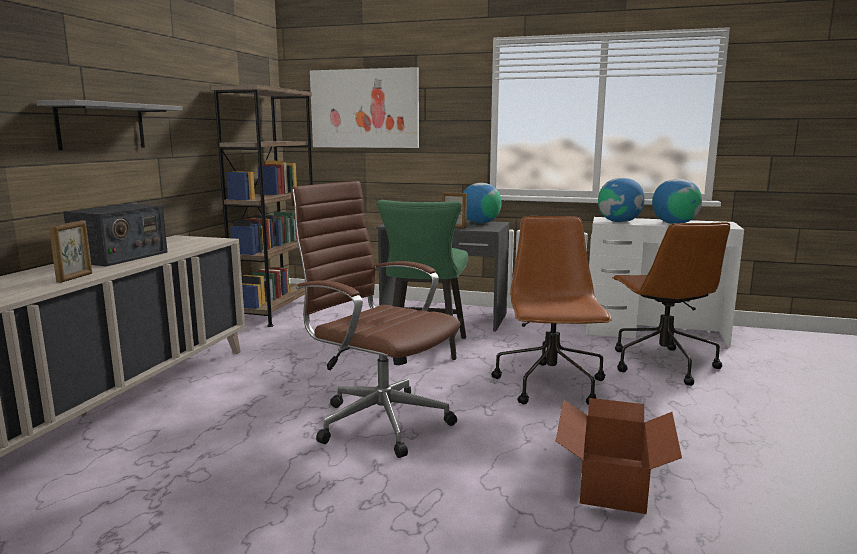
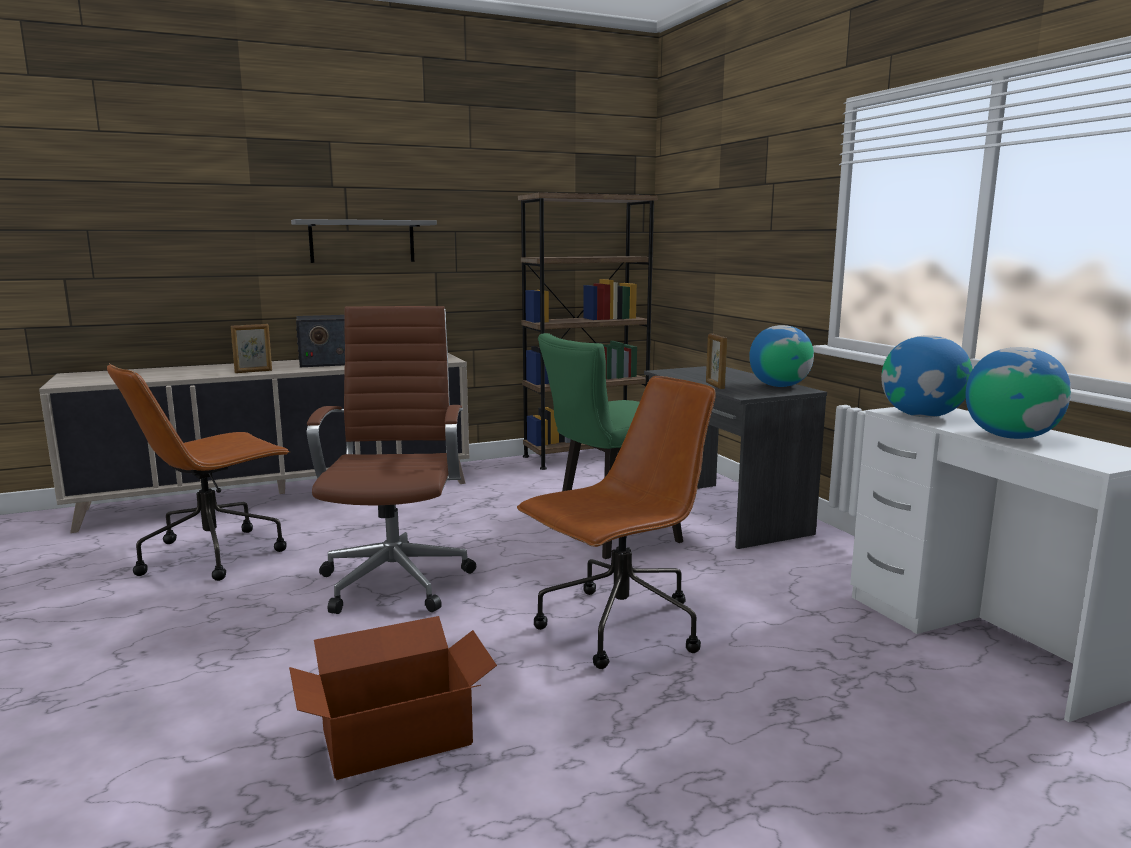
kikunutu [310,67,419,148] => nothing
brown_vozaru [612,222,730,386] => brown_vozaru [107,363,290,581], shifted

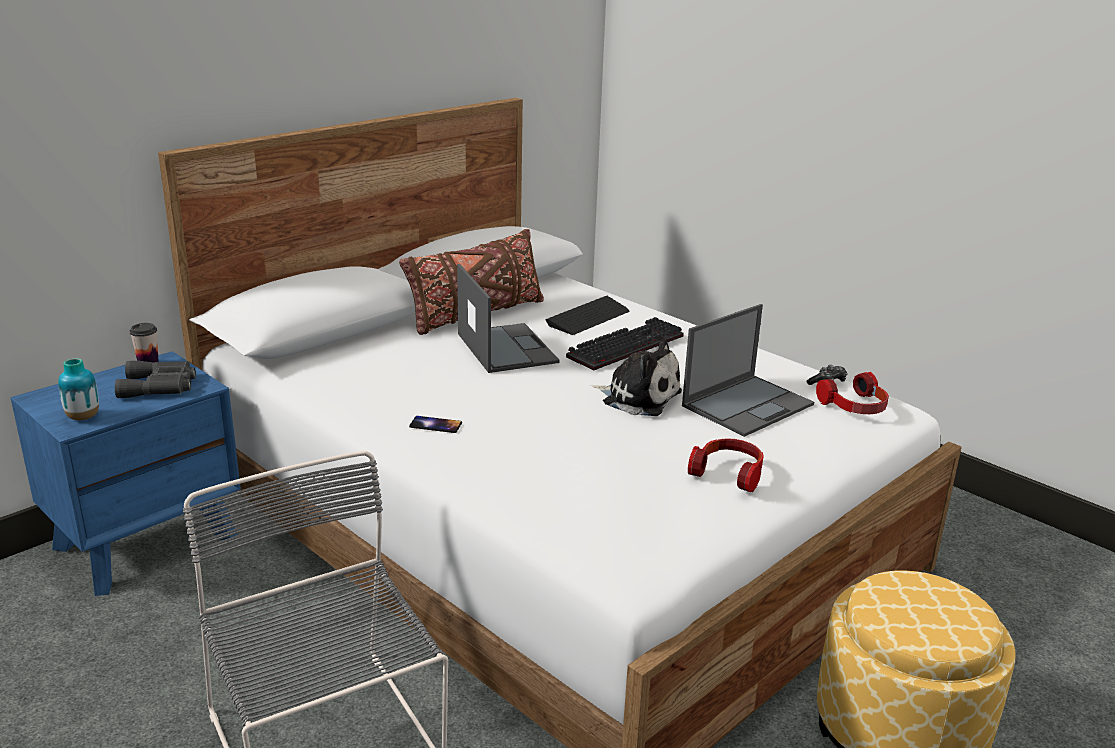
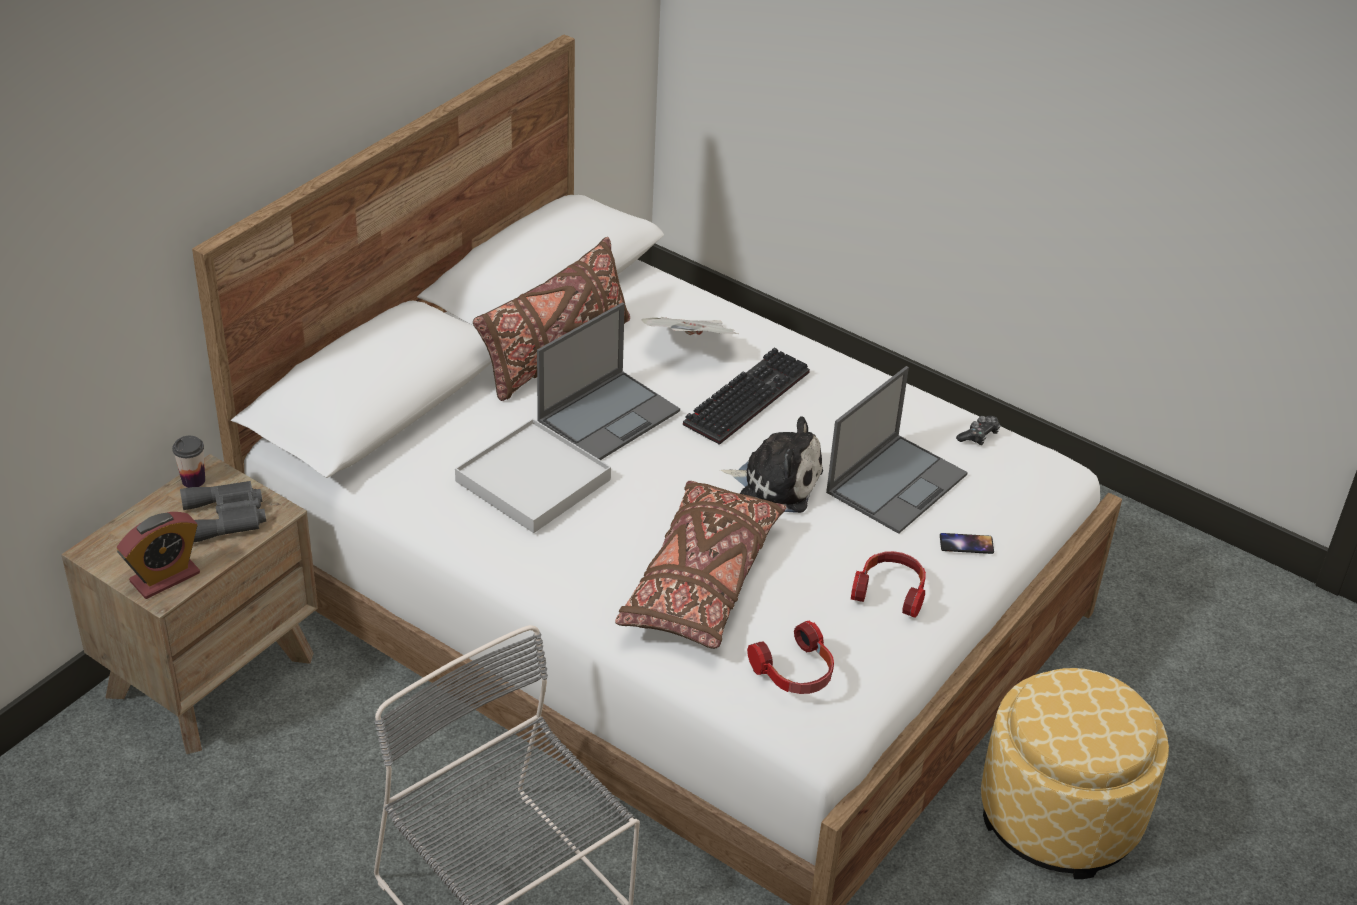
nothing => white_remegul [455,418,611,533]
nothing => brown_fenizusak [615,481,786,649]
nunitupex [409,416,462,433] => nunitupex [940,533,994,554], shifted
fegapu [816,372,889,414] => fegapu [747,621,834,694], shifted
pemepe [58,358,99,420] => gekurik [117,512,200,599]
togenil [545,296,630,335] => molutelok [642,317,738,335]
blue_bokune [11,351,241,596] => brown_bokune [61,454,318,754]
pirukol [457,264,560,373] => pirukol [537,302,680,460], 75 degrees clockwise

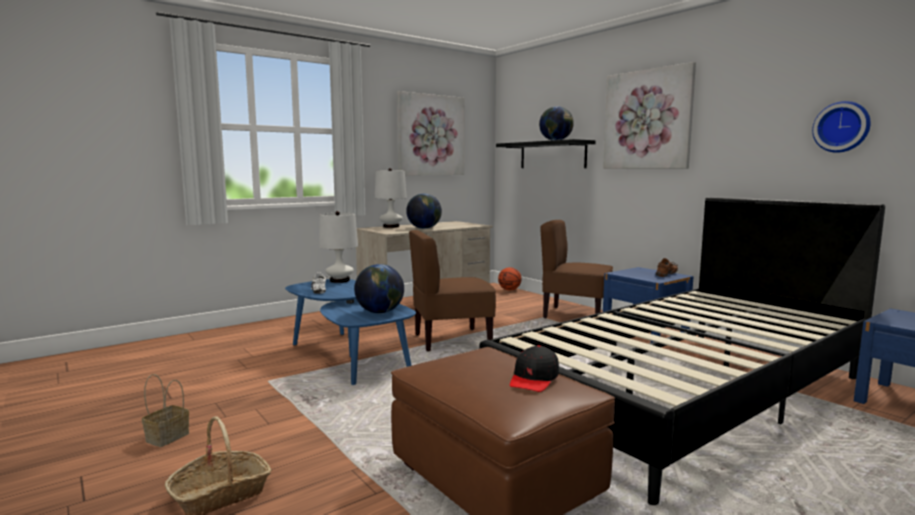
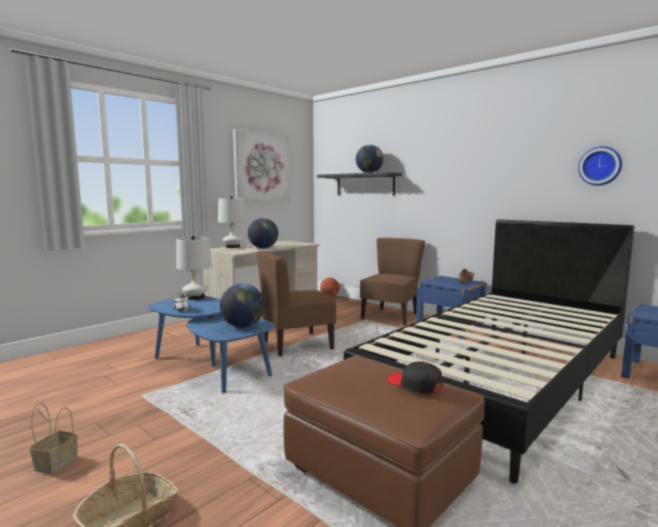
kikunutu [603,62,696,169] => nothing
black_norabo [510,345,559,392] => black_norabo [387,361,443,394], 120 degrees clockwise
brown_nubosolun [540,220,613,318] => brown_nubosolun [360,238,425,326], 105 degrees clockwise

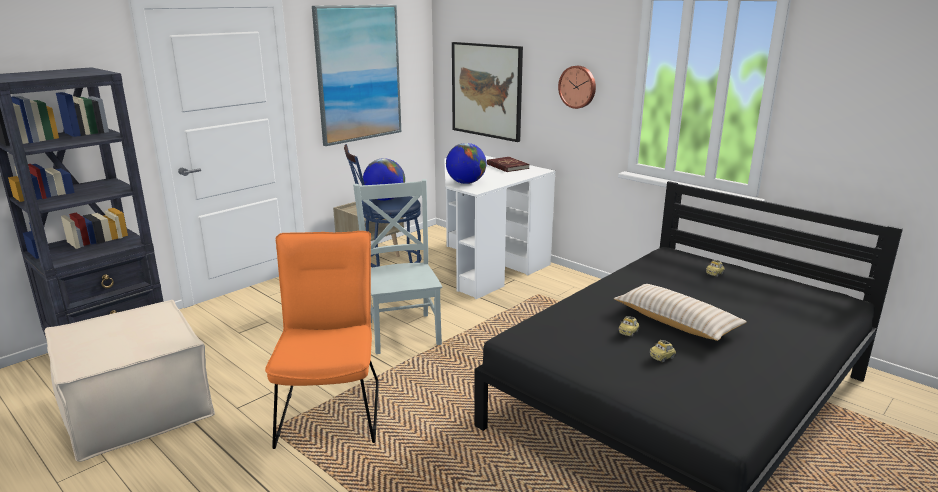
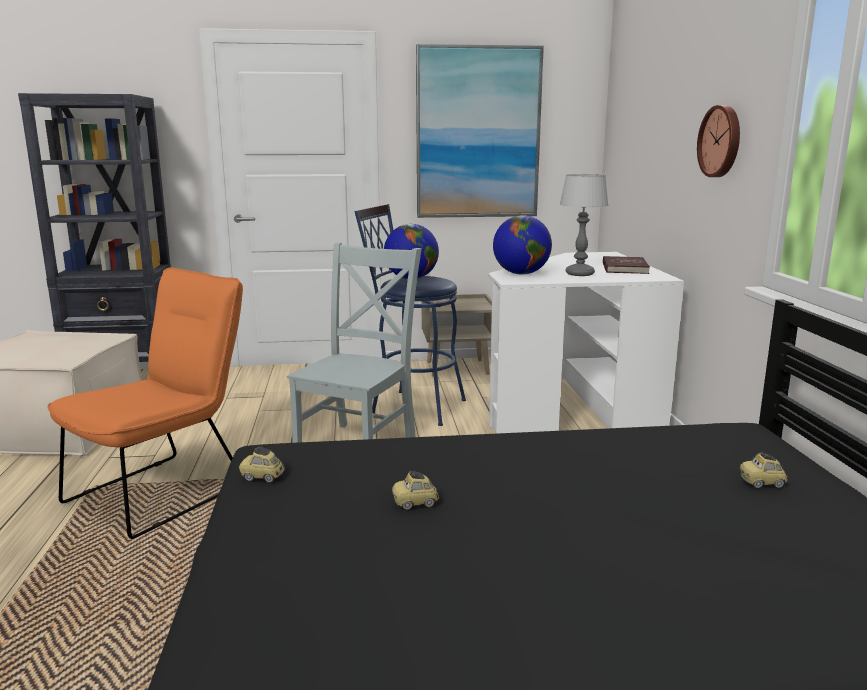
kikunutu [452,42,523,142] => nothing
beige_fenizusak [614,284,747,341] => nothing
nothing => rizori [560,174,608,276]
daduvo [650,340,676,363] => daduvo [239,447,285,483], shifted

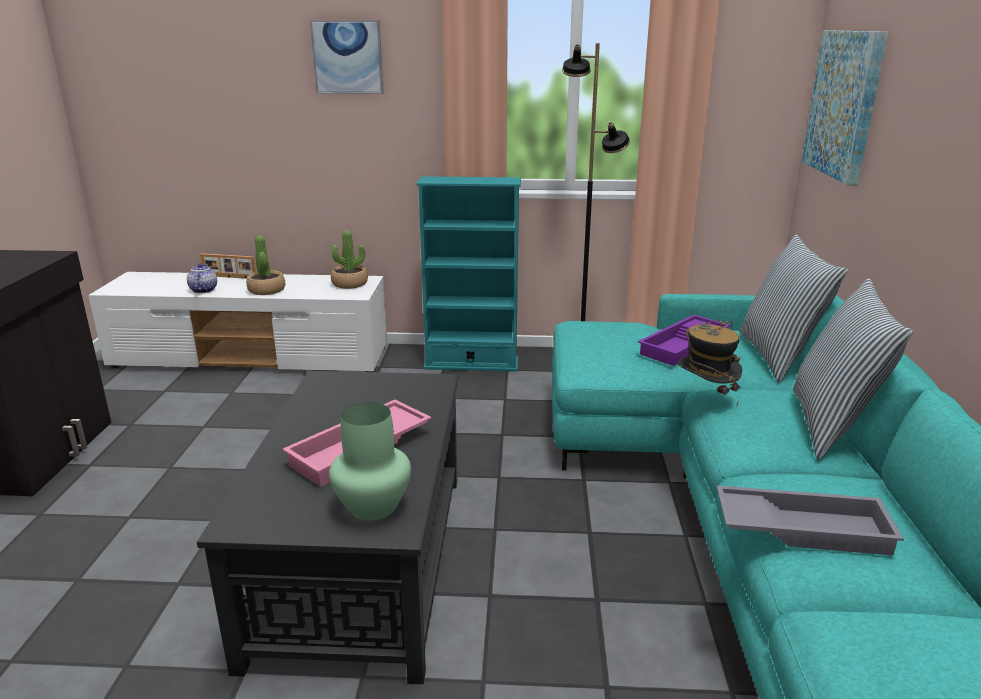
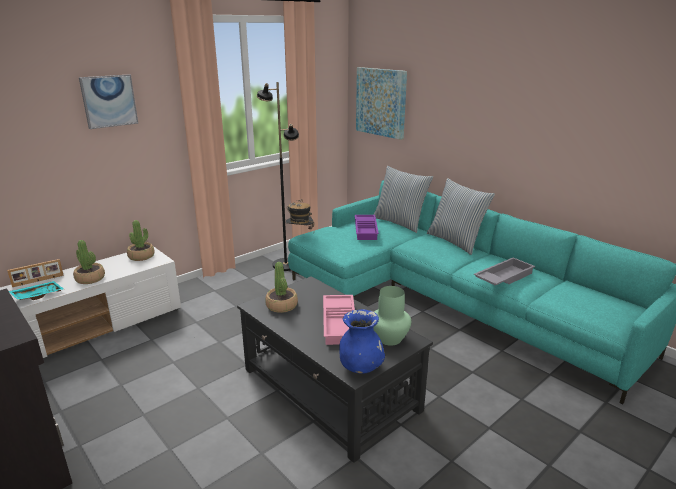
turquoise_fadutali [416,176,521,372] => nothing
nothing => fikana [265,262,298,313]
nothing => blue_pemepe [339,309,385,374]
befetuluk [677,320,742,406] => befetuluk [286,199,314,229], shifted
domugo [187,264,217,293] => turquoise_remegul [9,281,64,300]

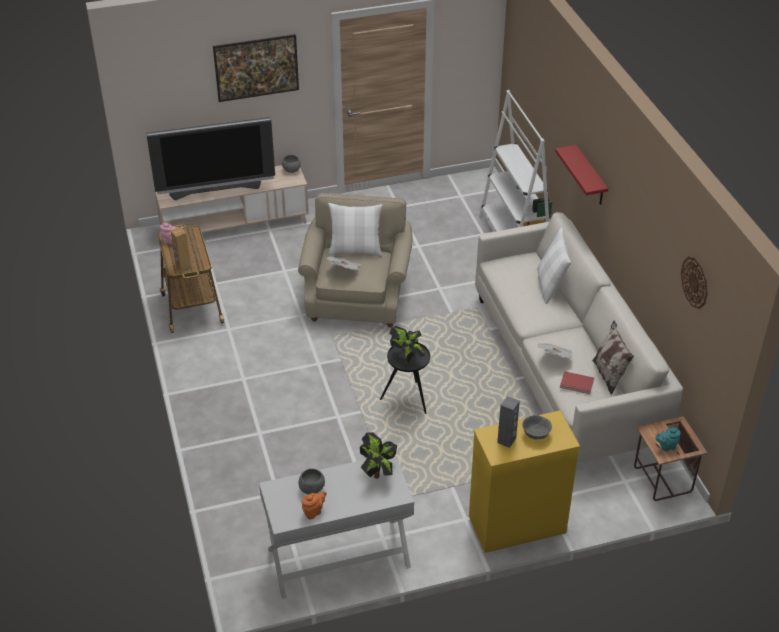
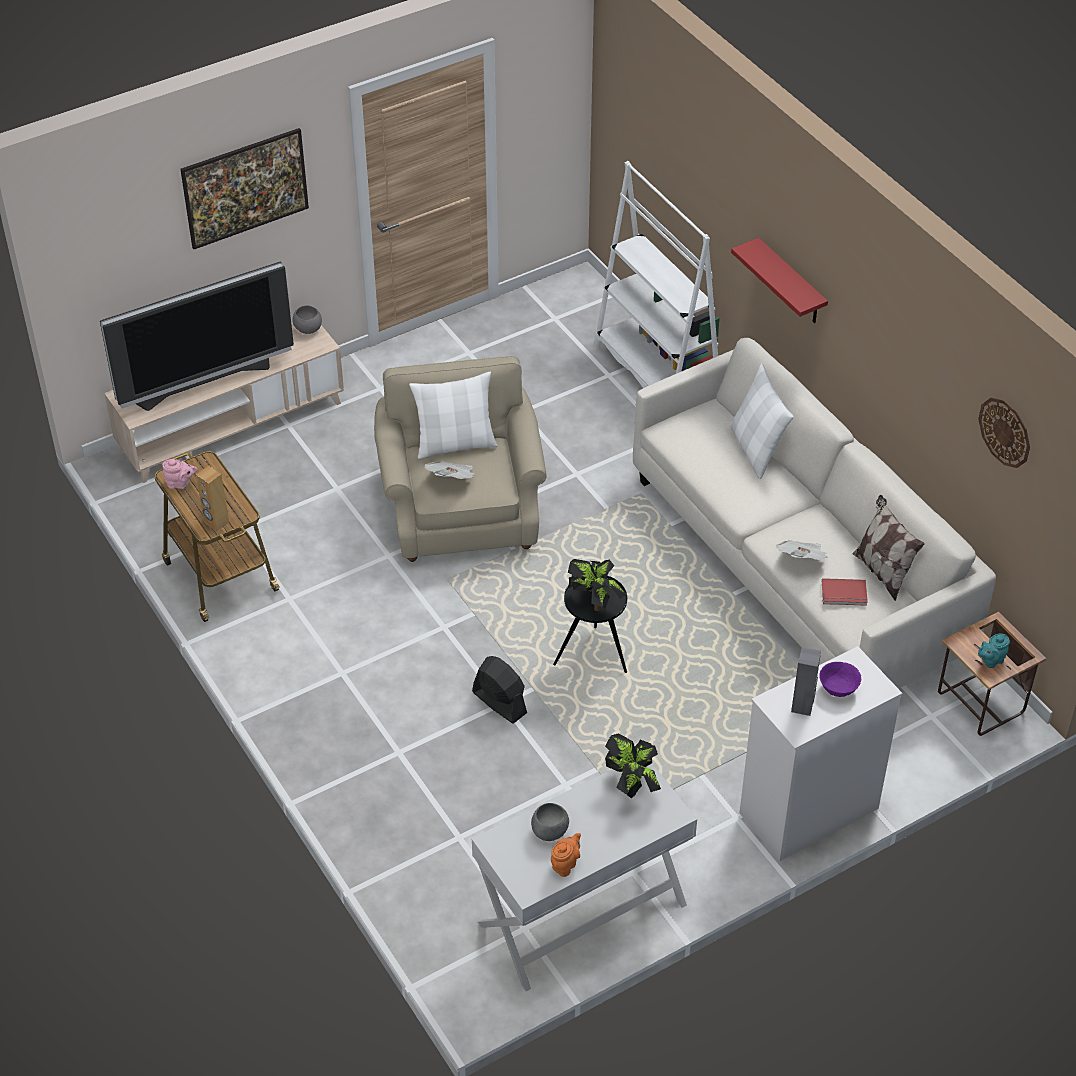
nothing => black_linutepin [472,656,527,723]
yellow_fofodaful [469,411,580,553] => white_fofodaful [740,646,902,861]
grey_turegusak [522,415,552,440] => purple_turegusak [819,662,861,697]

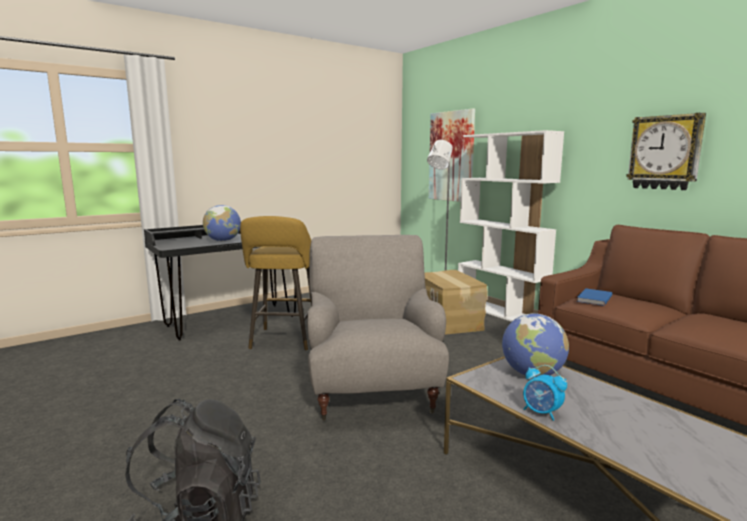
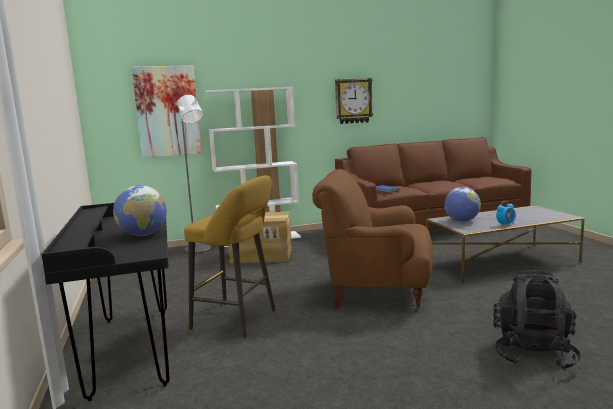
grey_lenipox [307,235,449,421] => brown_lenipox [312,169,433,311]

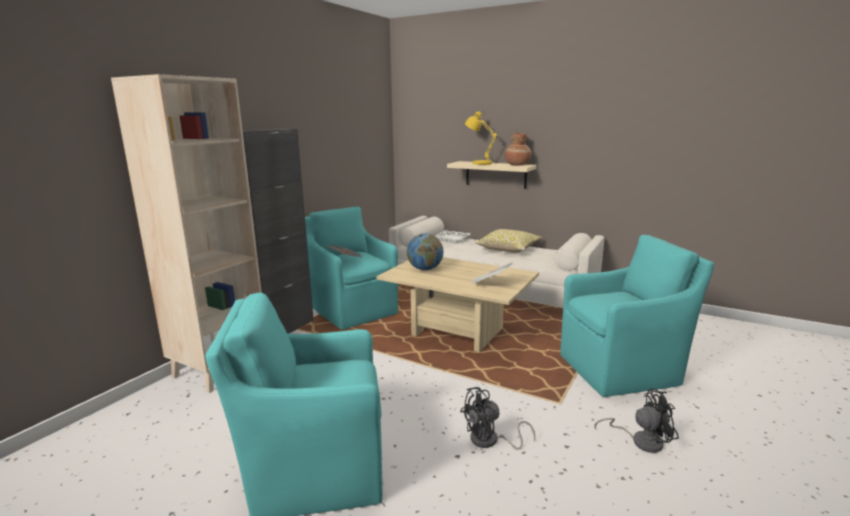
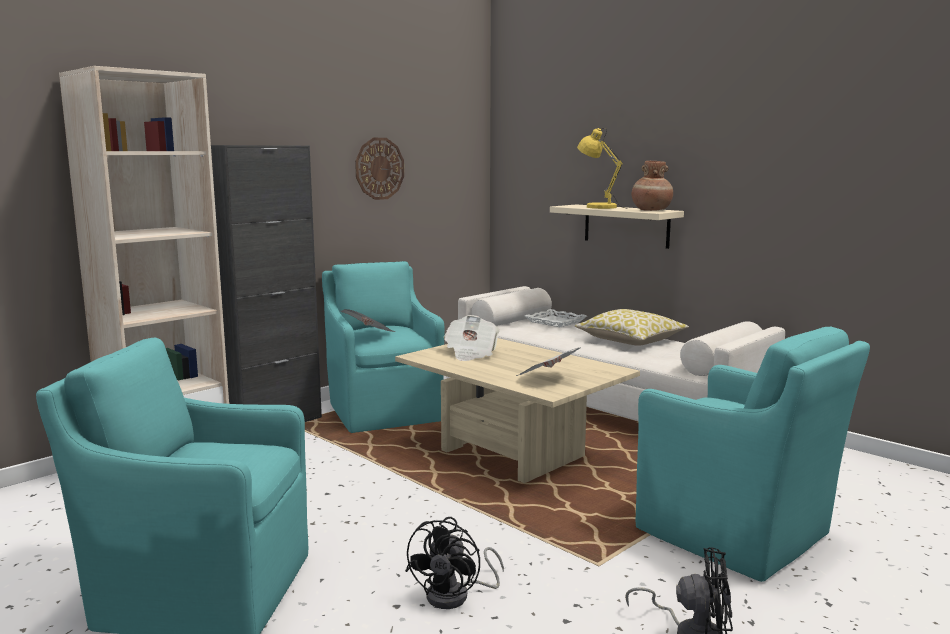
nothing => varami [355,138,404,200]
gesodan [407,233,444,270] => molutelok [444,315,499,361]
black_linutepin [460,387,535,450] => black_linutepin [405,517,504,609], 60 degrees counterclockwise
turquoise_lenipox [560,235,714,397] => turquoise_lenipox [636,326,870,582], 45 degrees clockwise

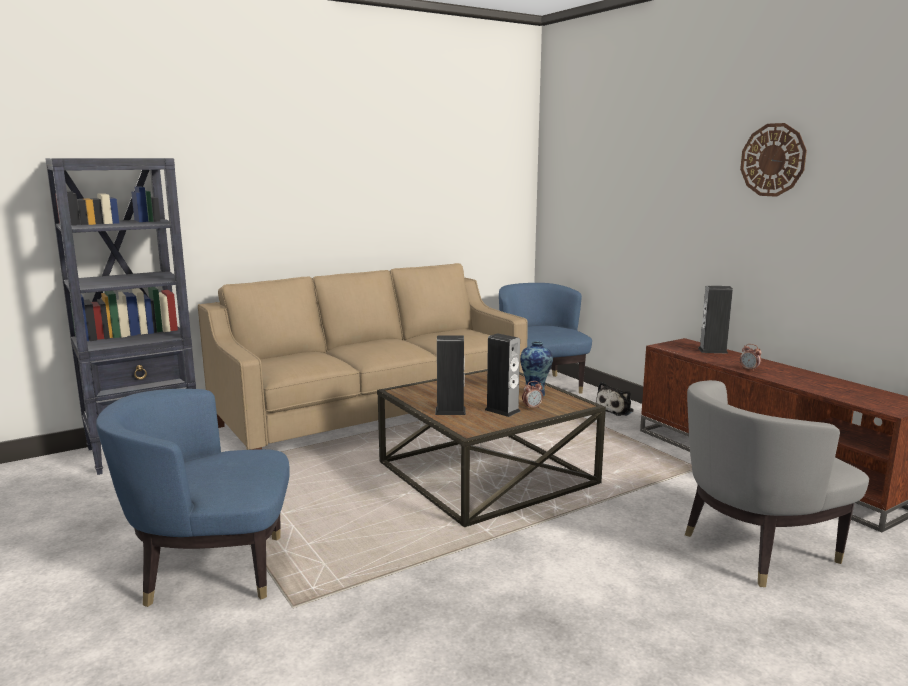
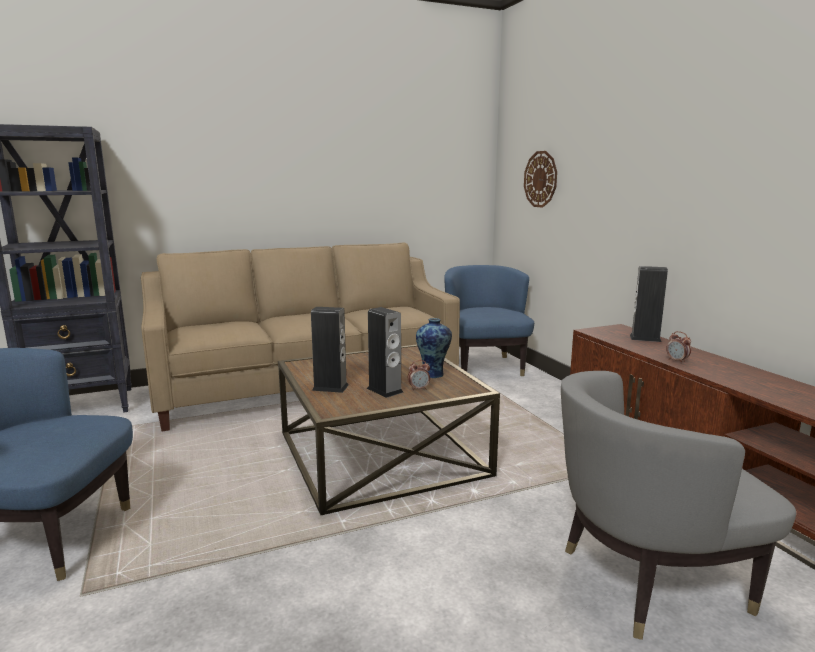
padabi [596,382,634,416] => nothing
varami [740,123,807,197] => varami [524,151,557,208], shifted

